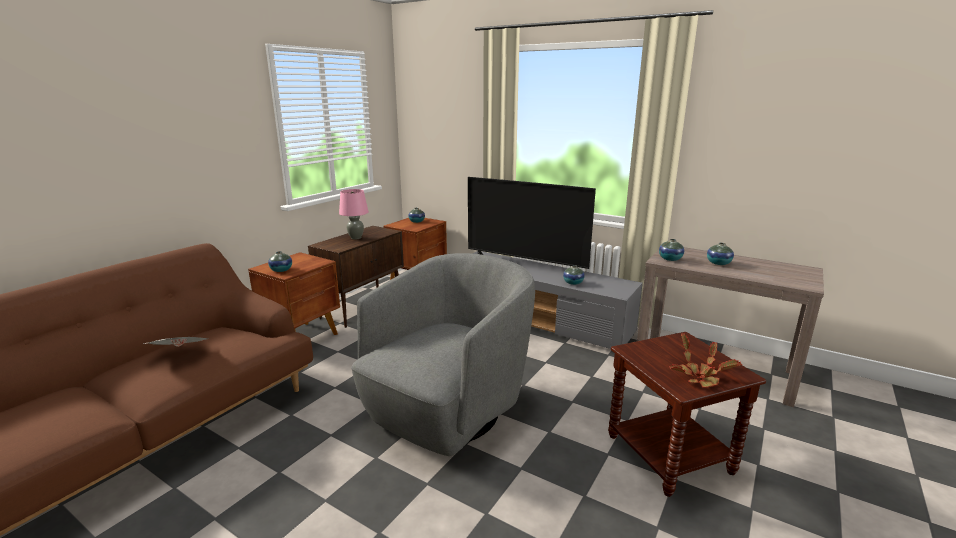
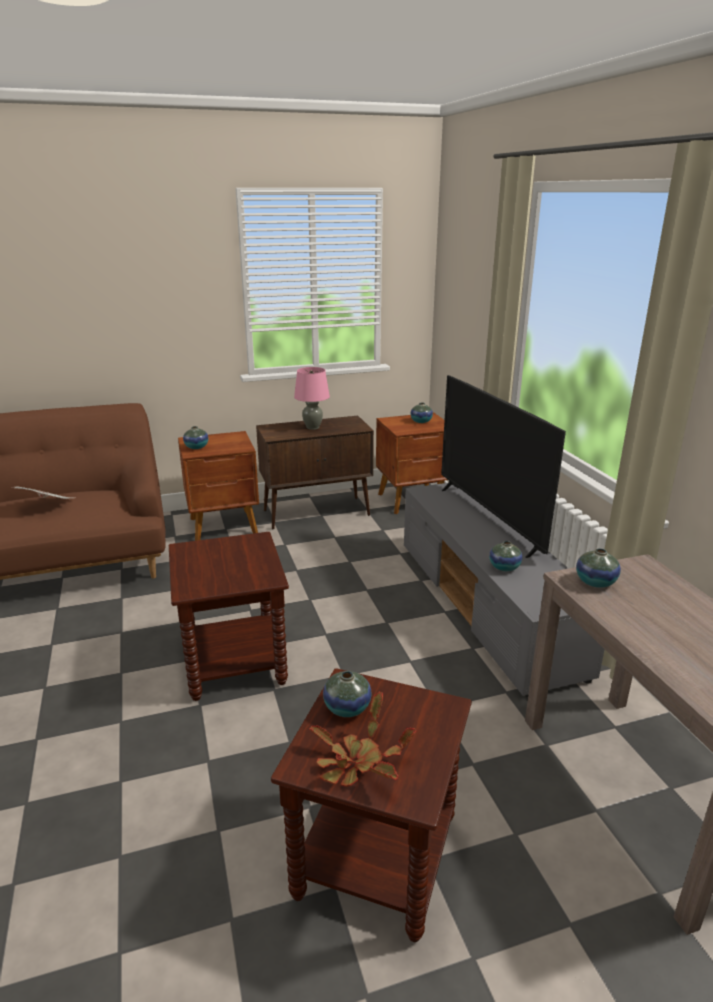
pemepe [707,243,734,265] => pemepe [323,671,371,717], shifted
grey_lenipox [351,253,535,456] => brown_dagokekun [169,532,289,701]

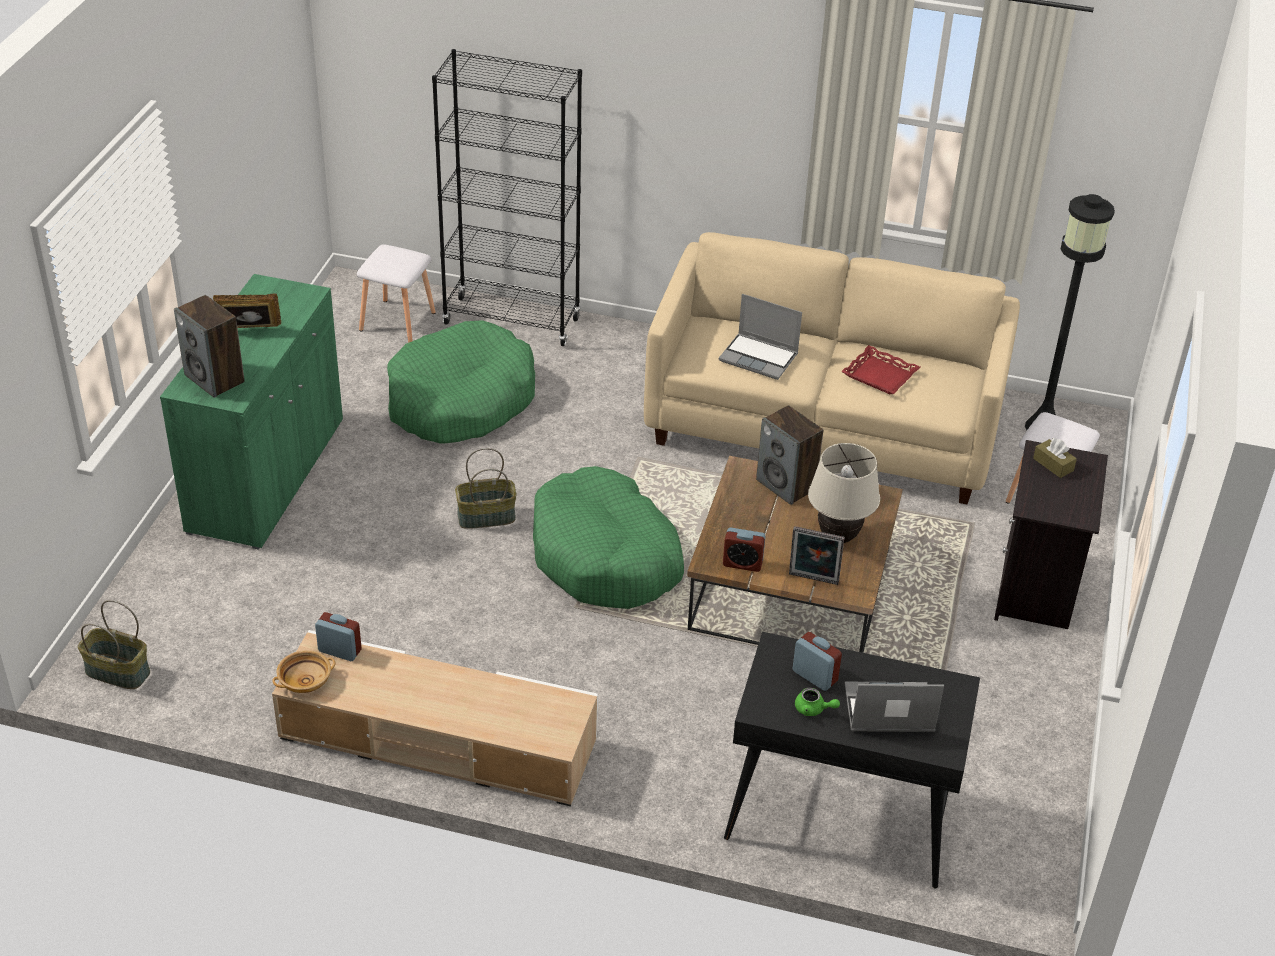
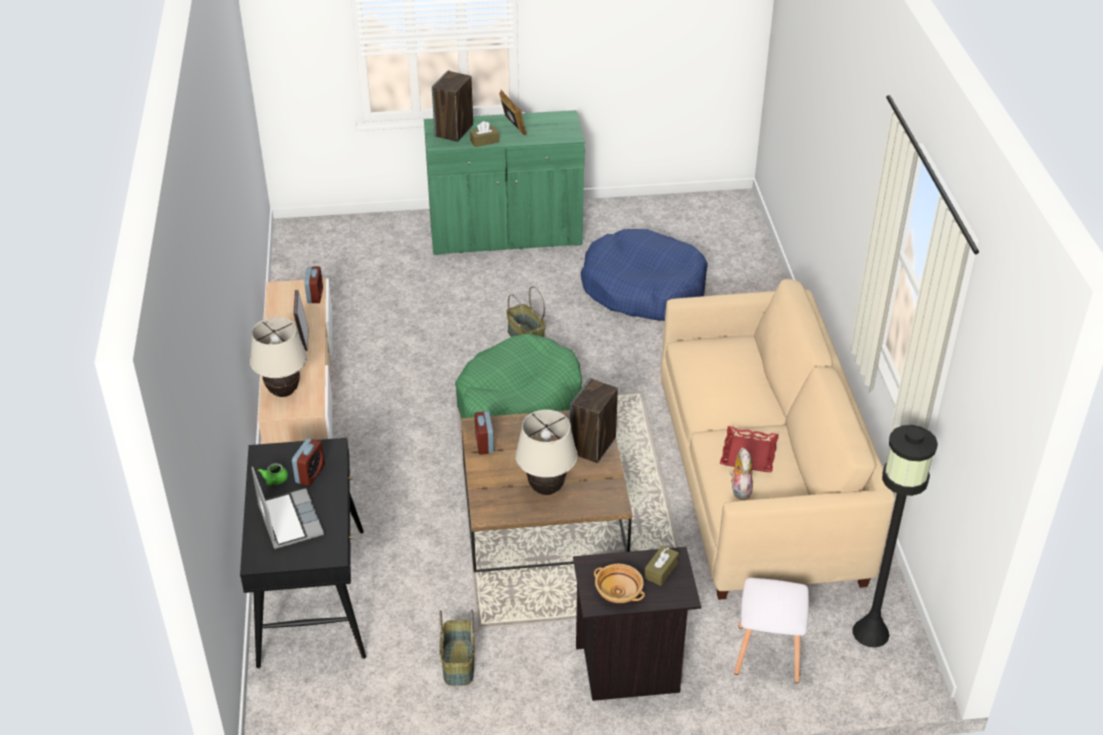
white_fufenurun [357,244,436,342] => nothing
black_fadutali [432,49,582,346] => nothing
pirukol [719,294,802,380] => nothing
nothing => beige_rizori [250,317,307,397]
nothing => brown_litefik [470,121,499,147]
nothing => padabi [730,447,753,500]
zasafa [78,600,150,689] => zasafa [439,610,475,686], shifted
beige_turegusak [272,650,336,693] => beige_turegusak [594,564,645,603], shifted
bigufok [789,526,844,585] => bigufok [293,290,309,351], shifted
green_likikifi [387,320,535,443] => blue_likikifi [581,229,708,321]

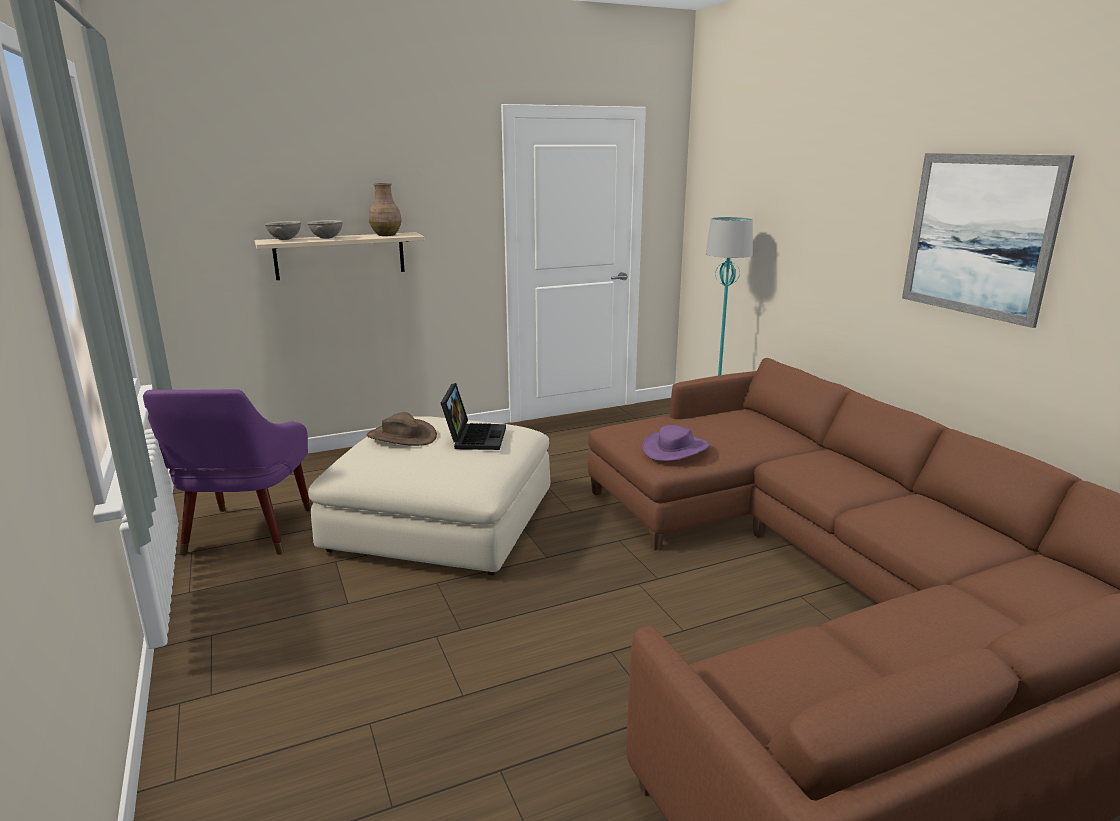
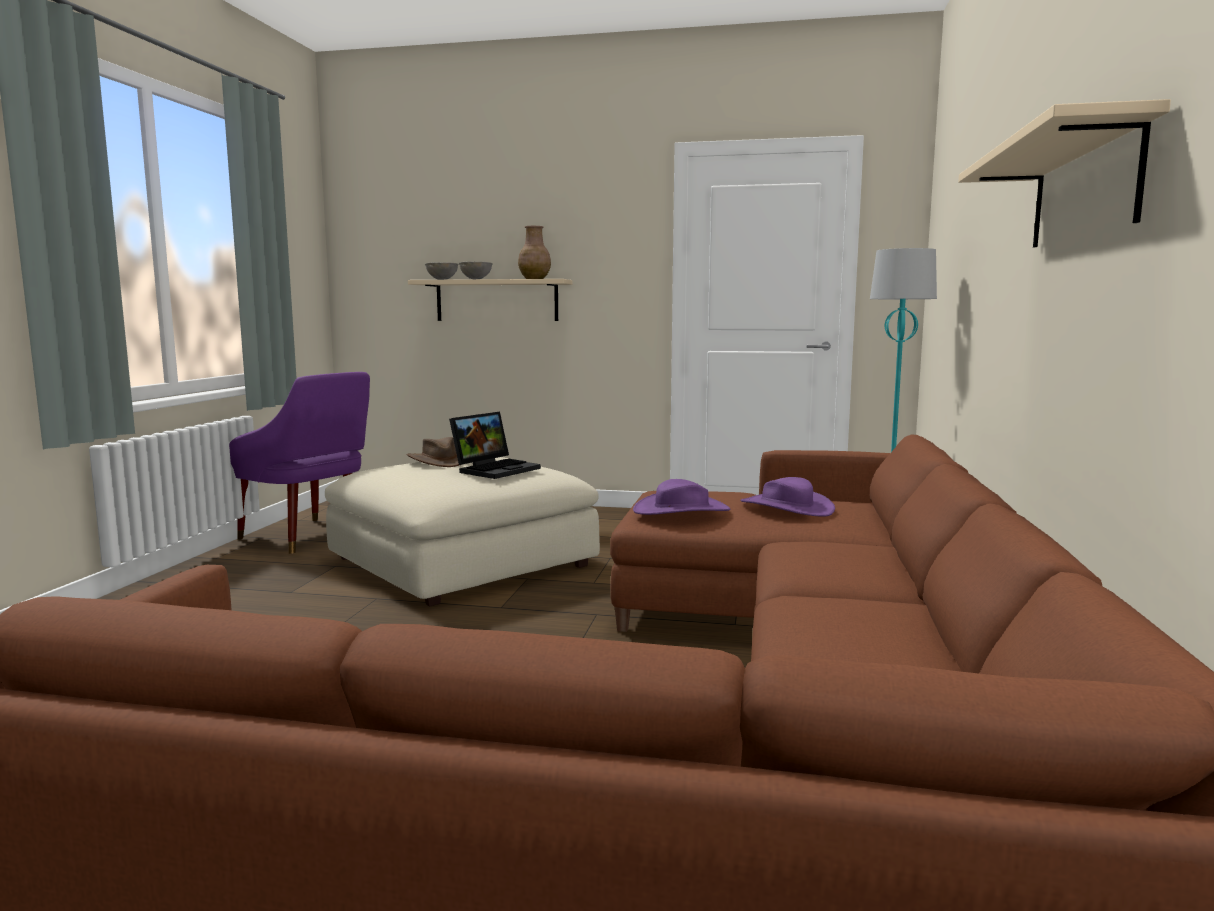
nothing => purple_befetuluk [740,477,835,517]
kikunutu [902,153,1075,328] => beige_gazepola [958,99,1171,247]
purple_lenipox [143,389,311,556] => purple_lenipox [229,372,370,554], 90 degrees counterclockwise

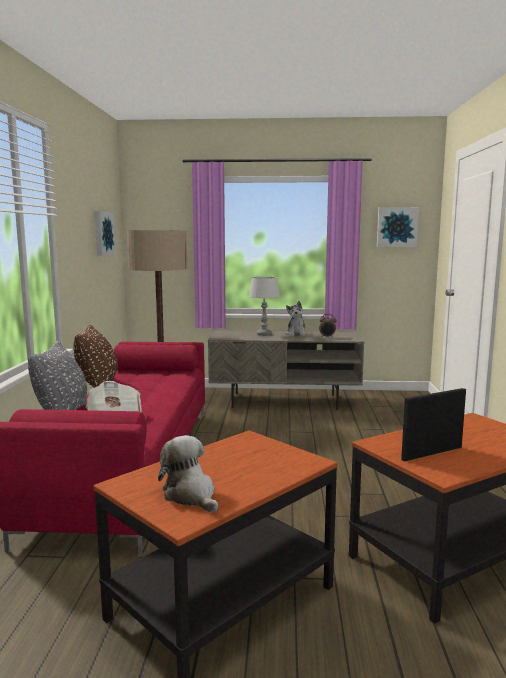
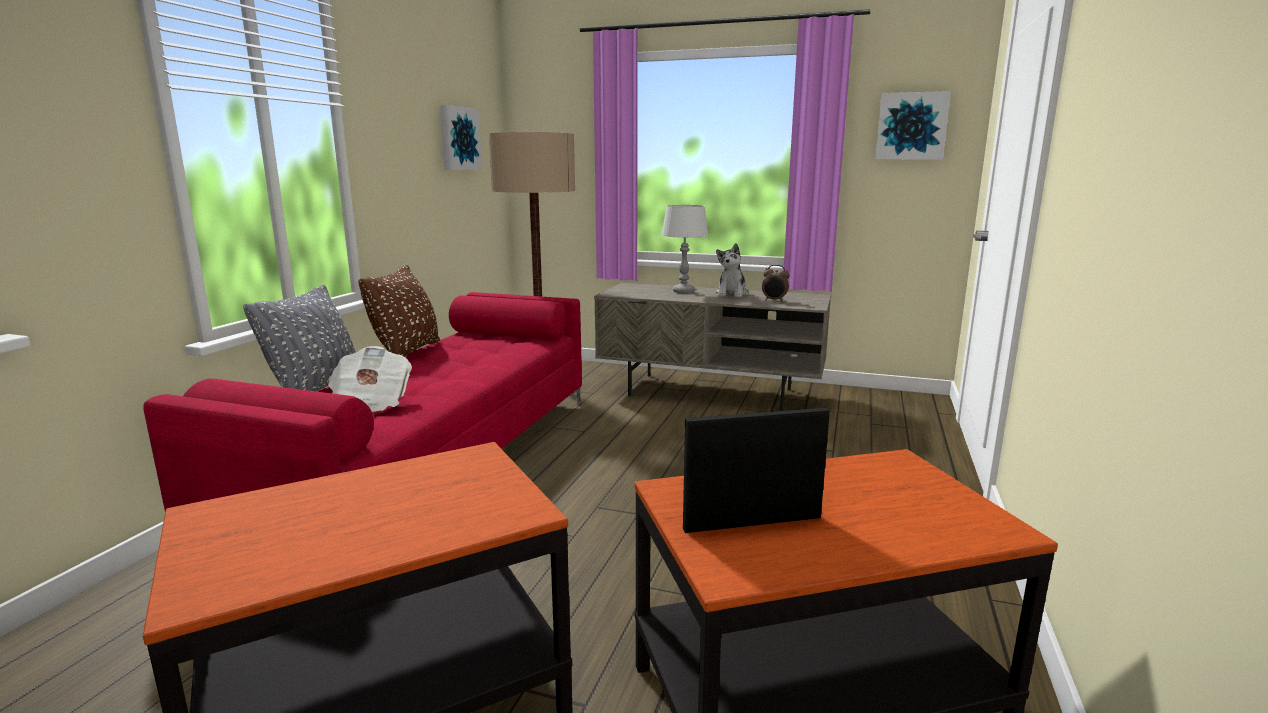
padabi [158,435,218,512] => nothing

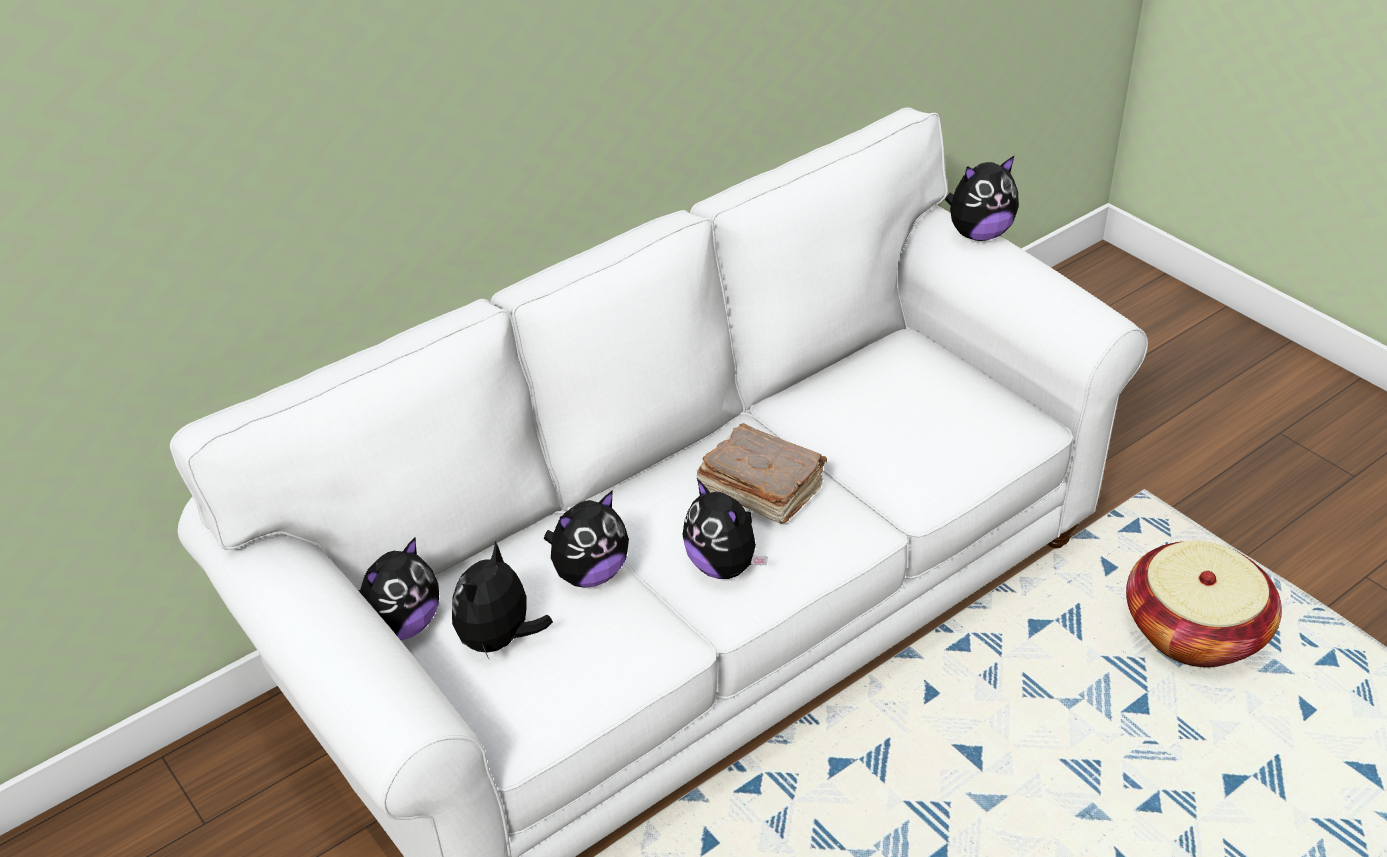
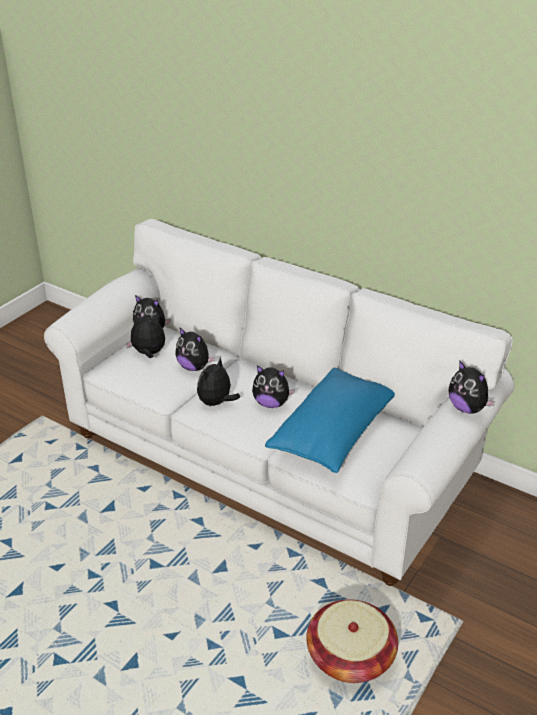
nothing => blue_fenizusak [265,368,395,473]
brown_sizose [697,423,827,524] => padabi [252,365,295,408]

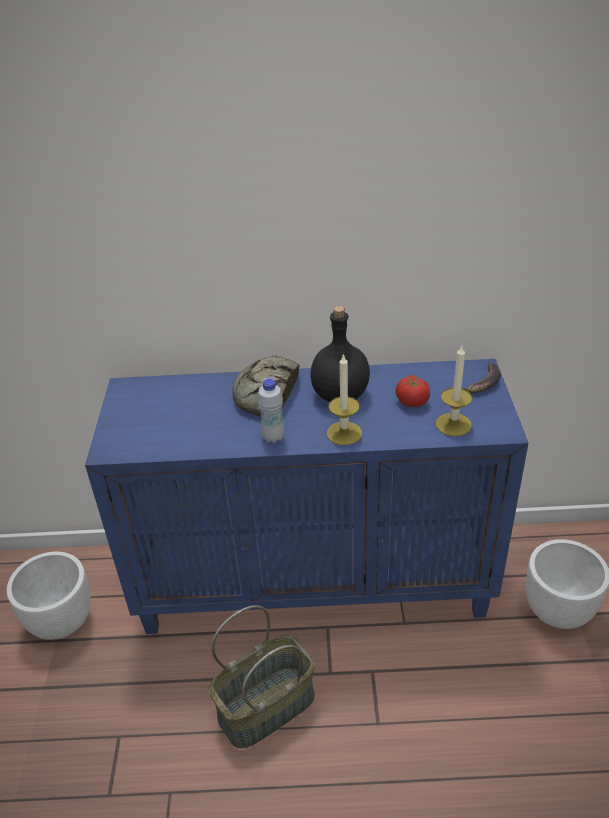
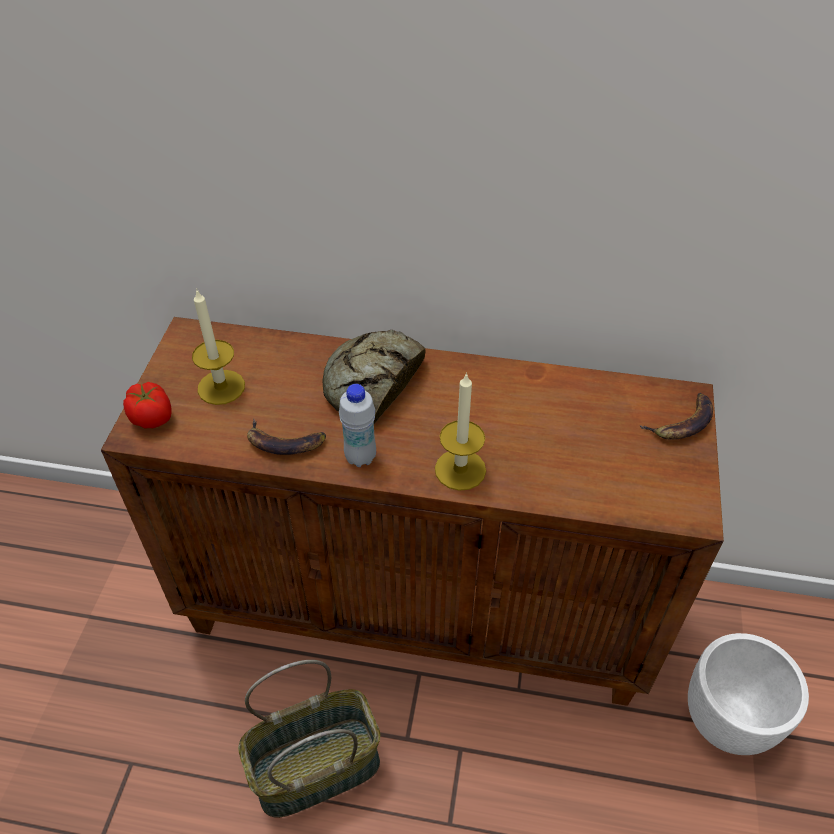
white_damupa [7,552,91,640] => nothing
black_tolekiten [310,306,370,402] => nothing
nothing => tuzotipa [247,419,326,455]
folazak [395,375,430,407] => folazak [123,382,172,428], shifted
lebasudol [436,346,472,436] => lebasudol [192,288,245,405], shifted
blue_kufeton [85,359,528,634] => brown_kufeton [101,317,724,706]

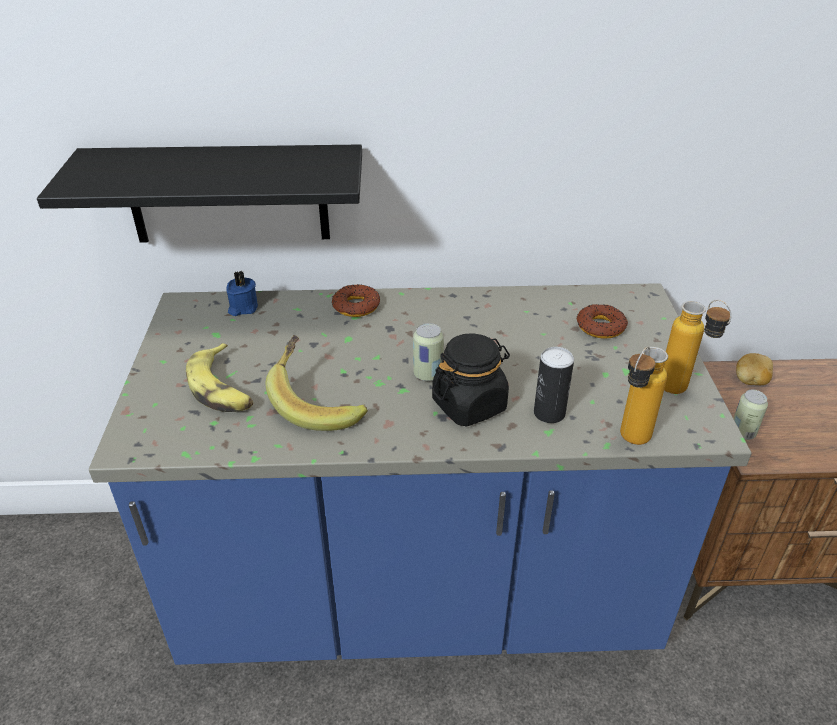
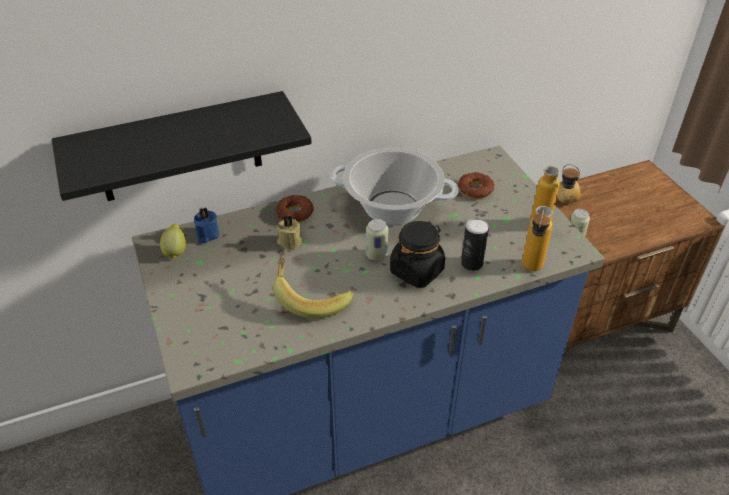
tuzotipa [186,343,254,412] => nothing
nothing => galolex [160,224,186,260]
nothing => beige_lebasudol [277,215,303,250]
nothing => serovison [330,148,459,225]

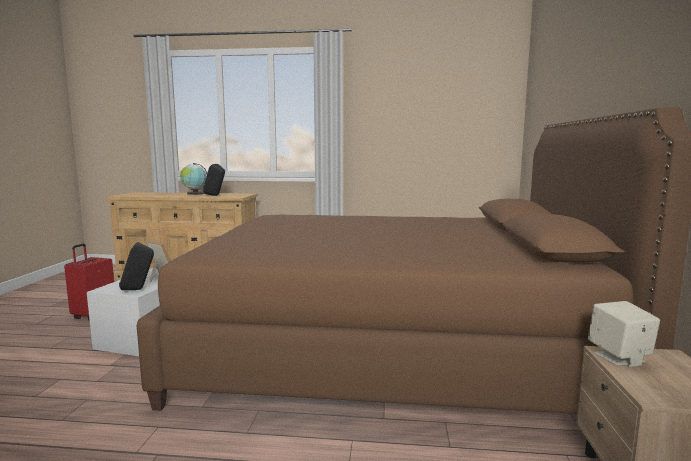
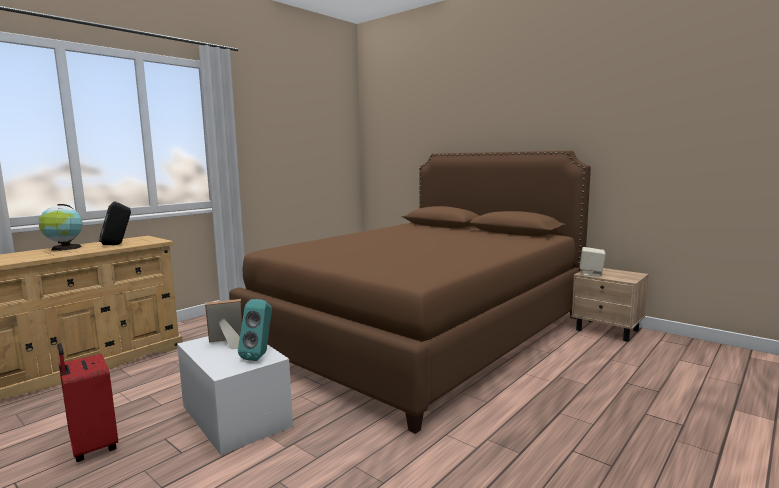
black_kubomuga [119,242,154,290] => turquoise_kubomuga [238,299,272,361]

